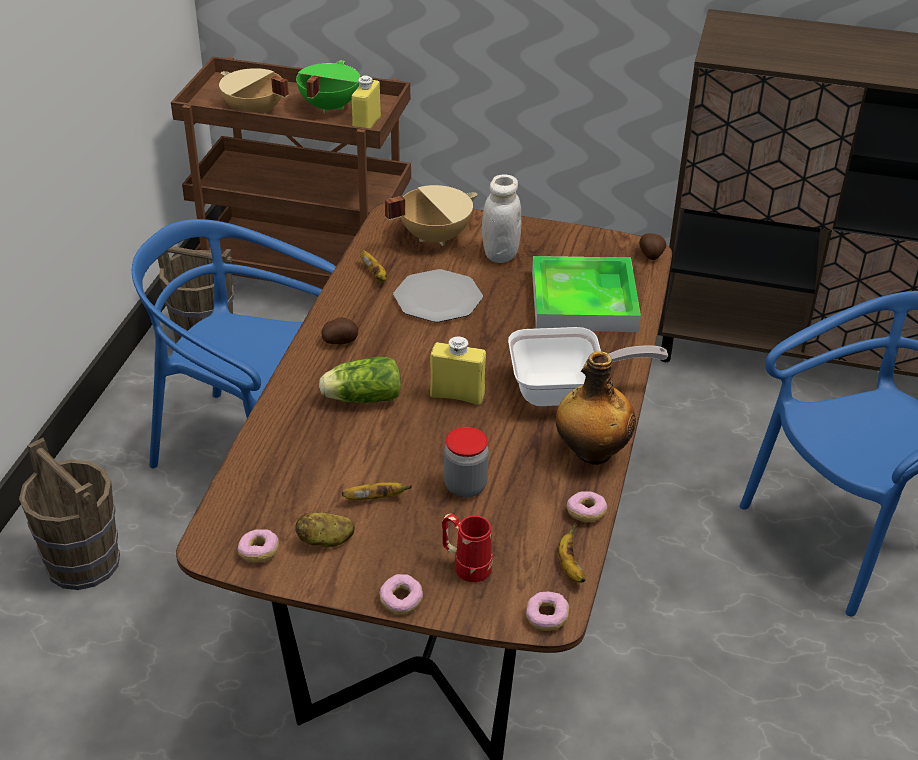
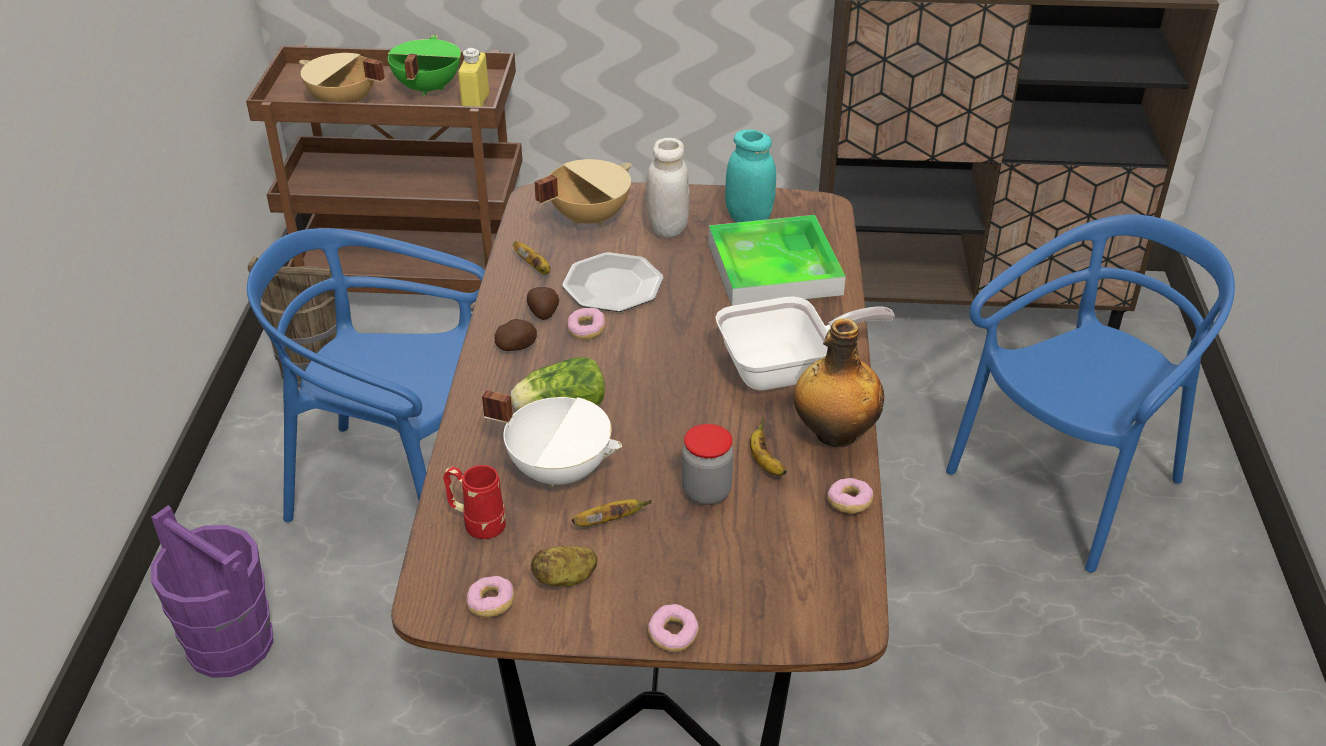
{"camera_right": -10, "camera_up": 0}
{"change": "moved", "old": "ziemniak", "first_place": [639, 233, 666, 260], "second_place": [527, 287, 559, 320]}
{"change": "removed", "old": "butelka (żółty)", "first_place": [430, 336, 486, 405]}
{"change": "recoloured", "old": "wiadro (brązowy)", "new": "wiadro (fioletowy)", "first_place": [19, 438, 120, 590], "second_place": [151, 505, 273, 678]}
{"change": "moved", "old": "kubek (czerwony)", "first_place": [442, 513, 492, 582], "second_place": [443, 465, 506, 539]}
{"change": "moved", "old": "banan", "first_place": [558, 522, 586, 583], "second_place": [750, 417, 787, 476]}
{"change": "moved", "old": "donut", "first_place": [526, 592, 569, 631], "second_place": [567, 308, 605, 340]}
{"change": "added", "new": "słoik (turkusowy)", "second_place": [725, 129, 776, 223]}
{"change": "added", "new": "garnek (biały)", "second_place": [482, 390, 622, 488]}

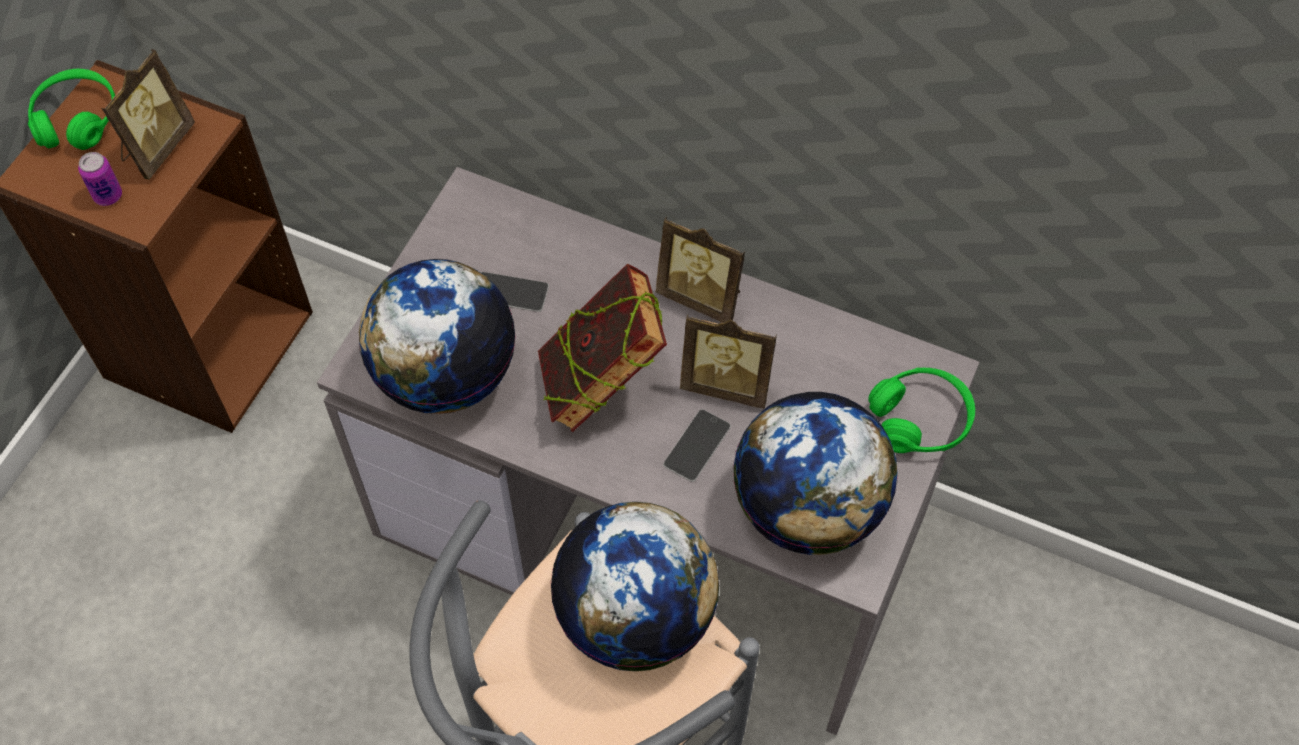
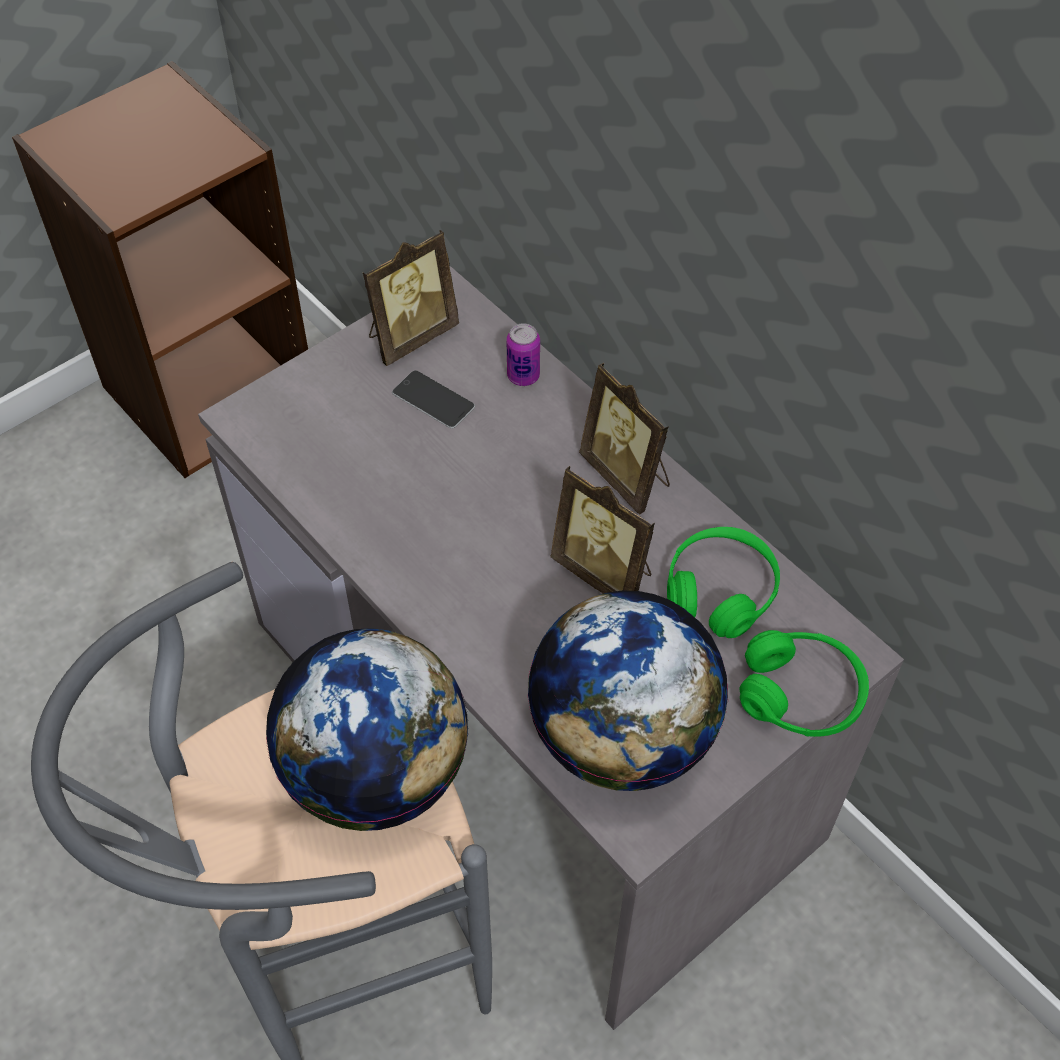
{"camera_right": 25, "camera_up": -5}
{"change": "moved", "old": "ramka na zdjęcie", "first_place": [102, 49, 195, 180], "second_place": [363, 230, 459, 366]}
{"change": "moved", "old": "słuchawki (zielony)", "first_place": [28, 69, 115, 150], "second_place": [667, 527, 780, 638]}
{"change": "moved", "old": "puszka", "first_place": [78, 152, 122, 206], "second_place": [507, 323, 540, 386]}
{"change": "removed", "old": "globus", "first_place": [359, 259, 516, 414]}
{"change": "removed", "old": "książka", "first_place": [538, 264, 667, 432]}
{"change": "removed", "old": "telefon", "first_place": [663, 409, 731, 482]}

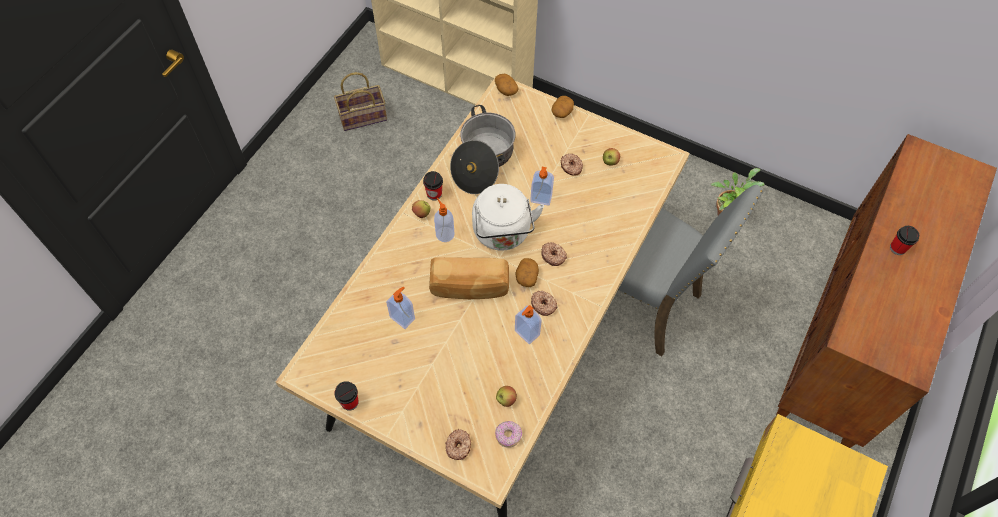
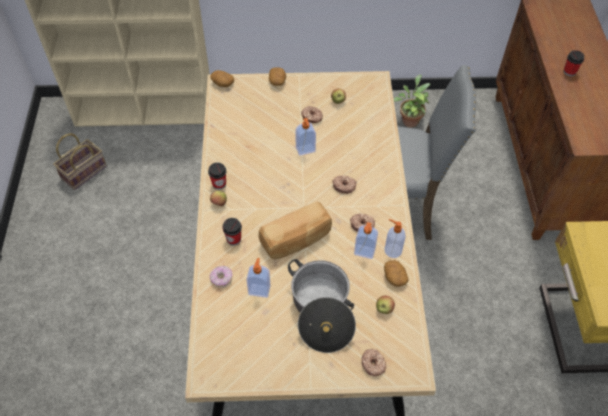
{"camera_right": -30, "camera_up": -5}
{"change": "moved", "old": "garnek", "first_place": [450, 105, 515, 194], "second_place": [288, 259, 356, 353]}
{"change": "removed", "old": "czajnik (biały)", "first_place": [472, 184, 544, 251]}
{"change": "moved", "old": "dozownik mydła", "first_place": [434, 198, 454, 242], "second_place": [384, 219, 406, 258]}
{"change": "moved", "old": "ziemniak", "first_place": [515, 258, 539, 287], "second_place": [384, 260, 409, 287]}
{"change": "moved", "old": "filiżanka", "first_place": [334, 381, 359, 411], "second_place": [222, 218, 242, 246]}
{"change": "moved", "old": "donut", "first_place": [495, 421, 522, 448], "second_place": [210, 266, 232, 288]}

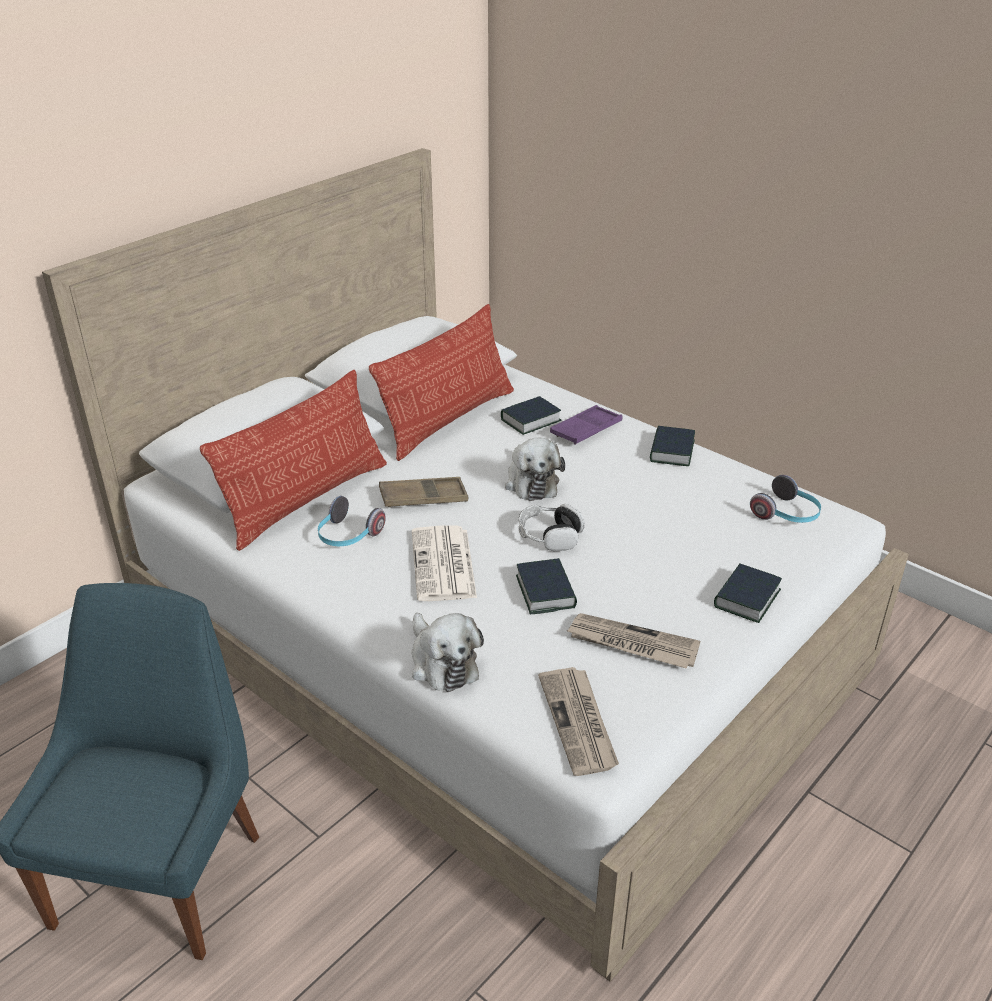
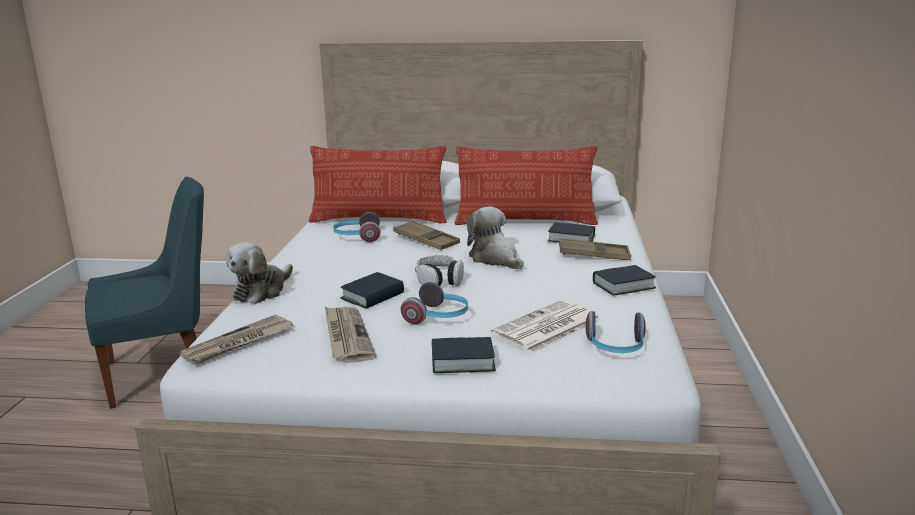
{"camera_right": 55, "camera_up": -15}
{"change": "recoloured", "old": "taca (fioletowy)", "new": "taca (brązowy)", "first_place": [550, 405, 623, 445], "second_place": [559, 238, 631, 260]}
{"change": "turned", "old": "pluszak", "first_place": [505, 438, 565, 501], "second_place": [467, 206, 524, 269], "degrees": 105}
{"change": "moved", "old": "gazeta", "first_place": [412, 525, 477, 601], "second_place": [491, 300, 601, 354]}
{"change": "added", "new": "słuchawki", "second_place": [400, 282, 468, 324]}

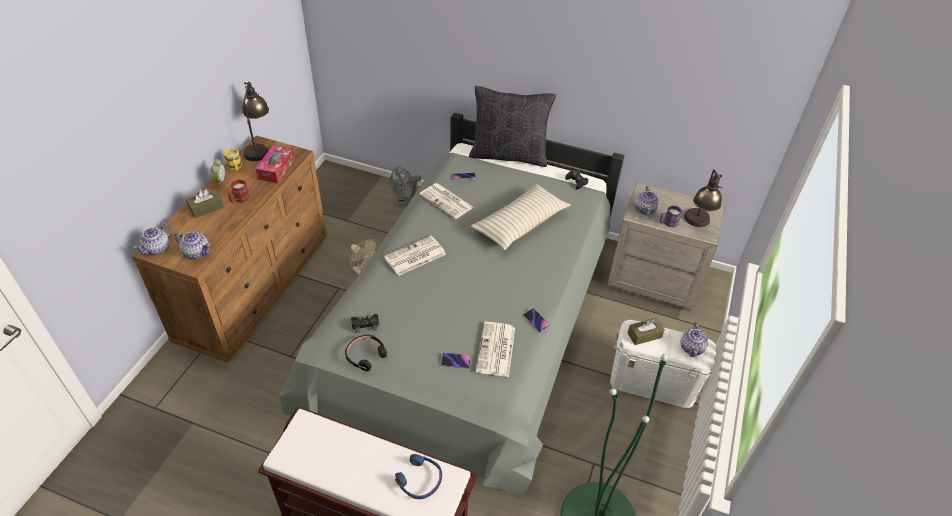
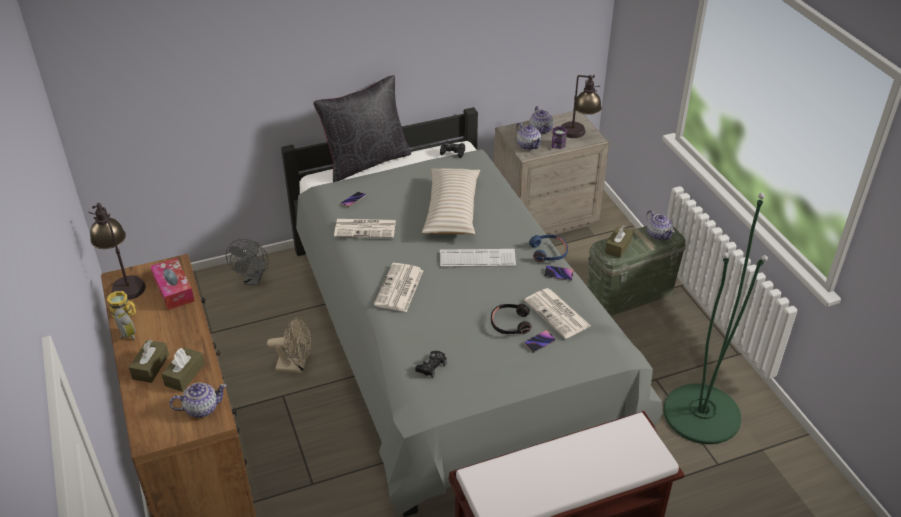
{"camera_right": -40, "camera_up": -5}
{"change": "removed", "old": "kubek (czerwony)", "first_place": [228, 179, 250, 203]}
{"change": "moved", "old": "imbryk", "first_place": [134, 223, 172, 255], "second_place": [529, 106, 553, 134]}
{"change": "recoloured", "old": "pojemnik do przechowywania (biały)", "new": "pojemnik do przechowywania (zielony)", "first_place": [610, 320, 716, 408], "second_place": [588, 226, 686, 316]}
{"change": "moved", "old": "słuchawki (czarny)", "first_place": [345, 335, 388, 372], "second_place": [491, 304, 532, 334]}
{"change": "moved", "old": "słuchawki (niebieski)", "first_place": [395, 454, 442, 499], "second_place": [529, 234, 568, 262]}
{"change": "added", "new": "klawiatura", "second_place": [440, 249, 516, 267]}
{"change": "added", "new": "pudełko chusteczek (brązowy)", "second_place": [162, 347, 205, 392]}

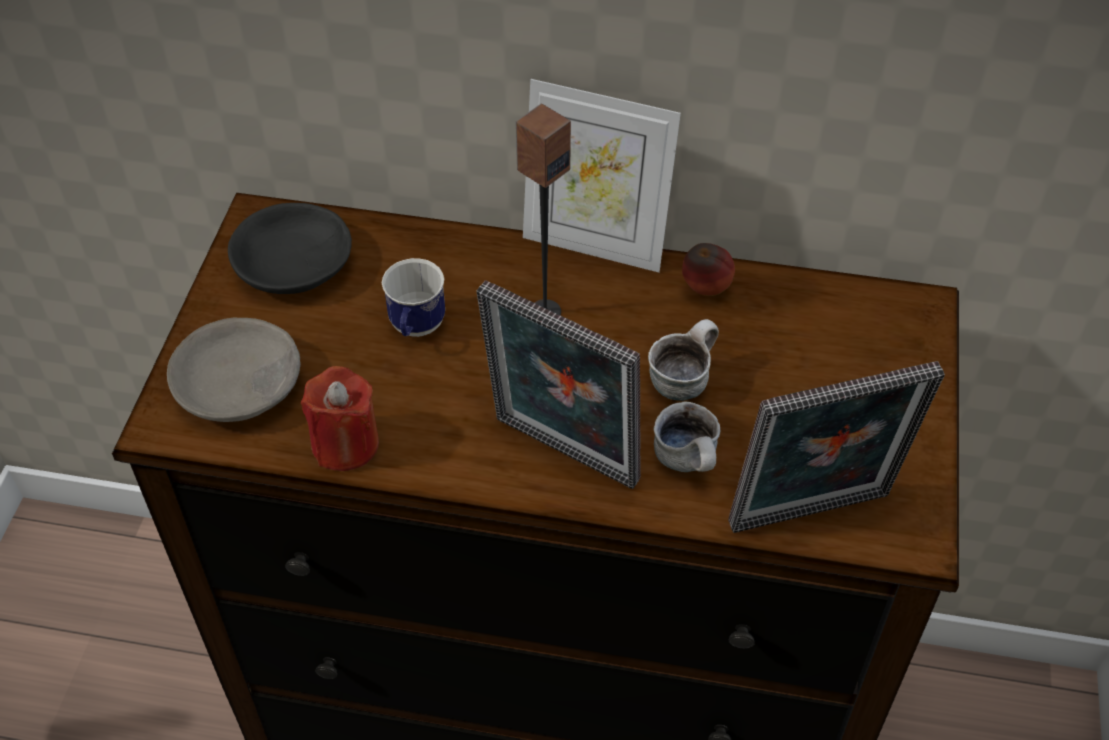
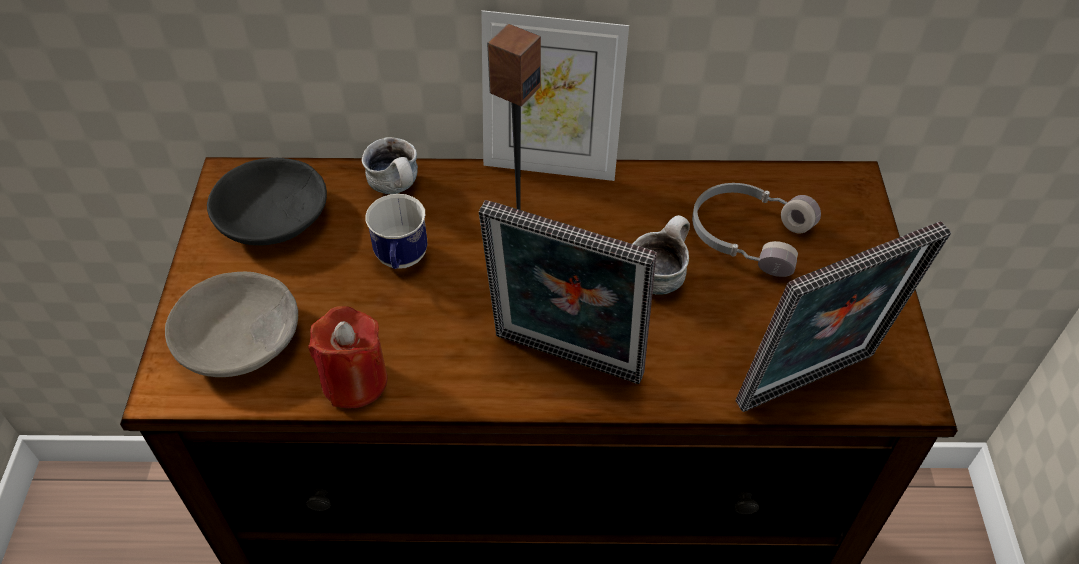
{"camera_right": -10, "camera_up": 0}
{"change": "removed", "old": "jabłko", "first_place": [682, 243, 735, 296]}
{"change": "moved", "old": "kubek", "first_place": [654, 402, 720, 472], "second_place": [362, 137, 418, 194]}
{"change": "added", "new": "słuchawki (szary)", "second_place": [692, 183, 821, 277]}

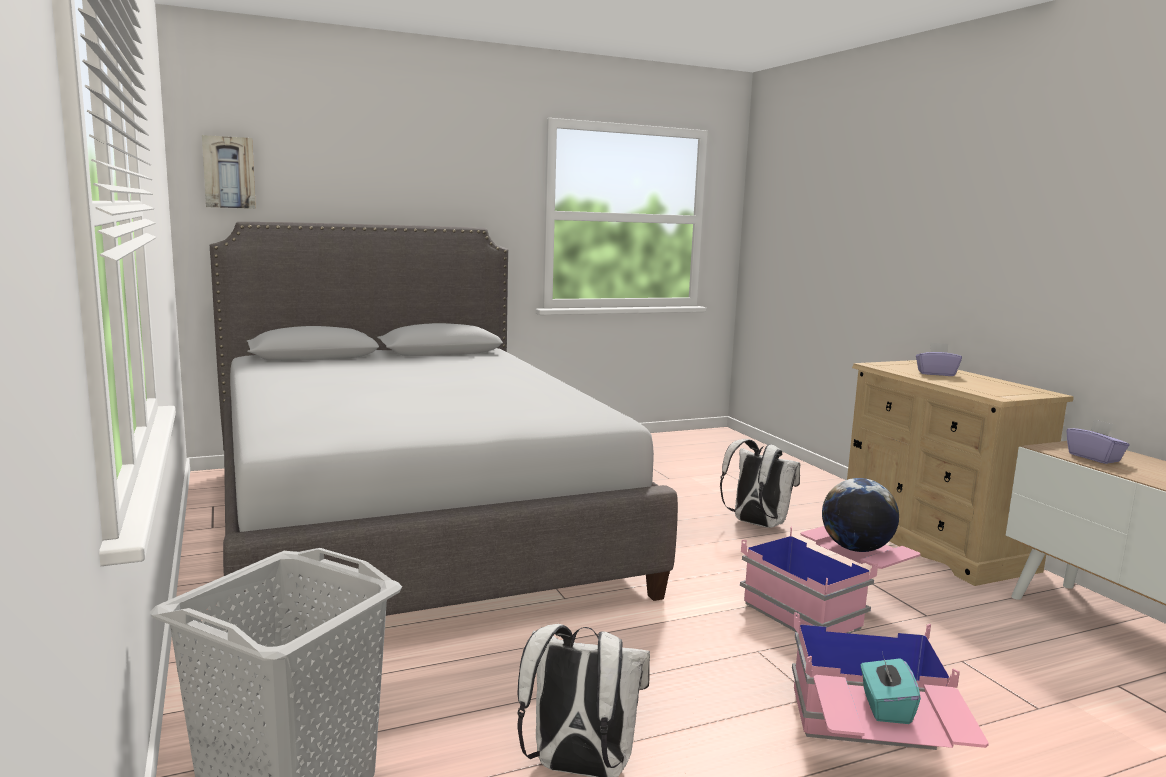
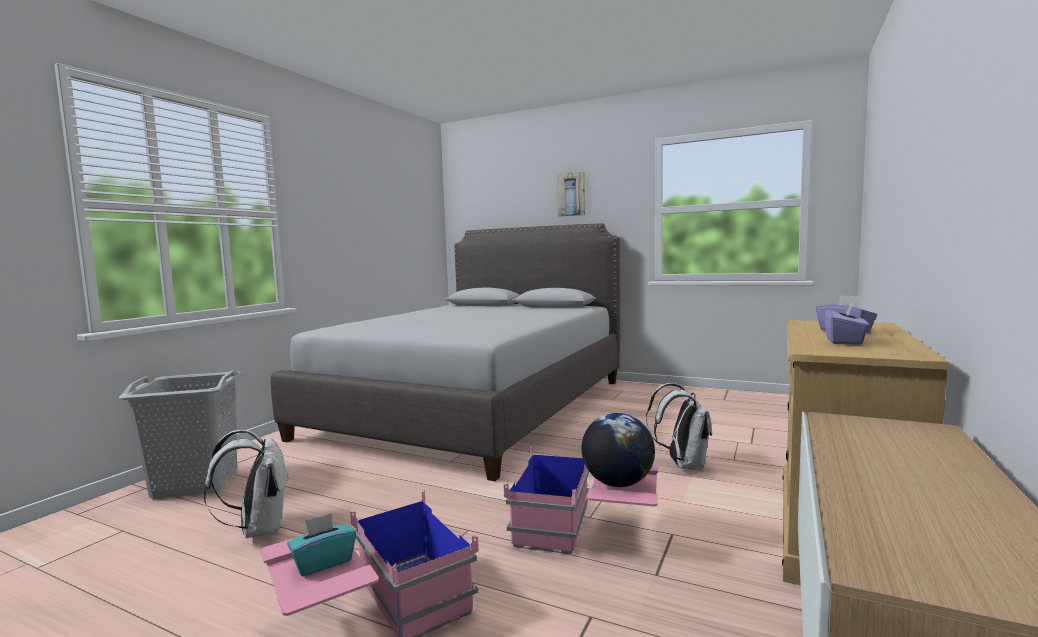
{"camera_right": 50, "camera_up": -5}
{"change": "moved", "old": "obraz", "first_place": [202, 135, 256, 209], "second_place": [557, 172, 585, 217]}
{"change": "moved", "old": "pudełko chusteczek (fioletowy)", "first_place": [1066, 419, 1129, 464], "second_place": [824, 302, 869, 345]}

